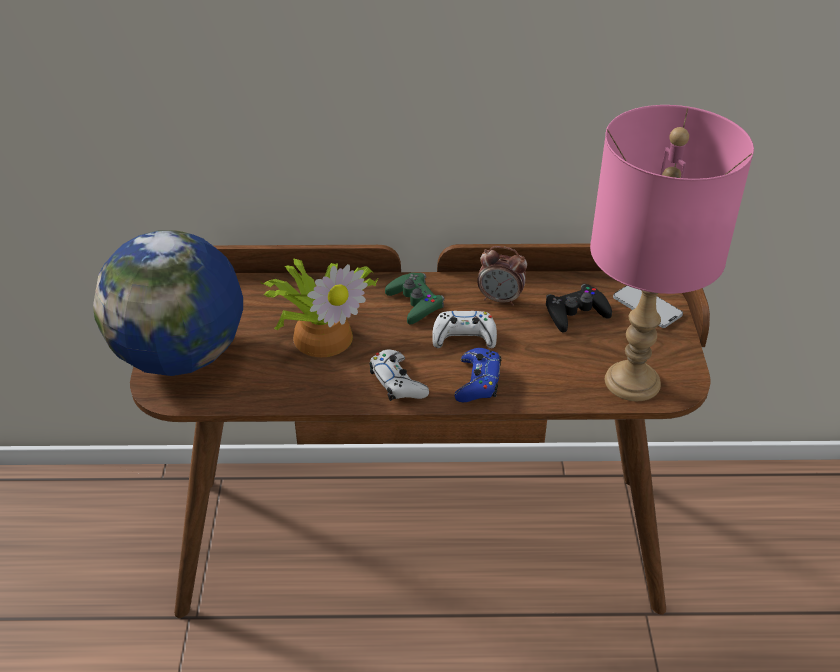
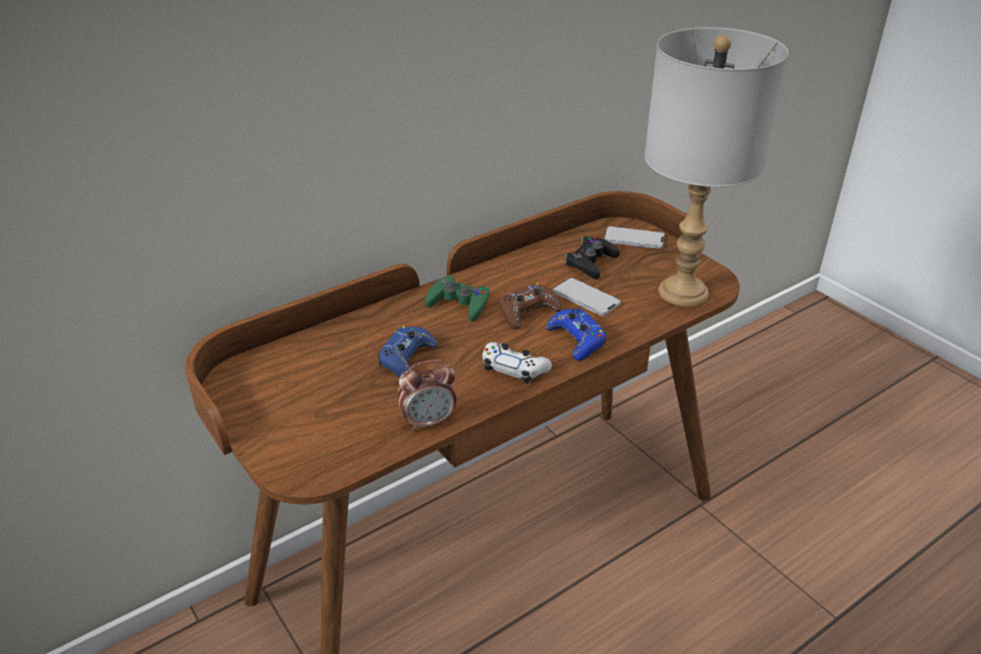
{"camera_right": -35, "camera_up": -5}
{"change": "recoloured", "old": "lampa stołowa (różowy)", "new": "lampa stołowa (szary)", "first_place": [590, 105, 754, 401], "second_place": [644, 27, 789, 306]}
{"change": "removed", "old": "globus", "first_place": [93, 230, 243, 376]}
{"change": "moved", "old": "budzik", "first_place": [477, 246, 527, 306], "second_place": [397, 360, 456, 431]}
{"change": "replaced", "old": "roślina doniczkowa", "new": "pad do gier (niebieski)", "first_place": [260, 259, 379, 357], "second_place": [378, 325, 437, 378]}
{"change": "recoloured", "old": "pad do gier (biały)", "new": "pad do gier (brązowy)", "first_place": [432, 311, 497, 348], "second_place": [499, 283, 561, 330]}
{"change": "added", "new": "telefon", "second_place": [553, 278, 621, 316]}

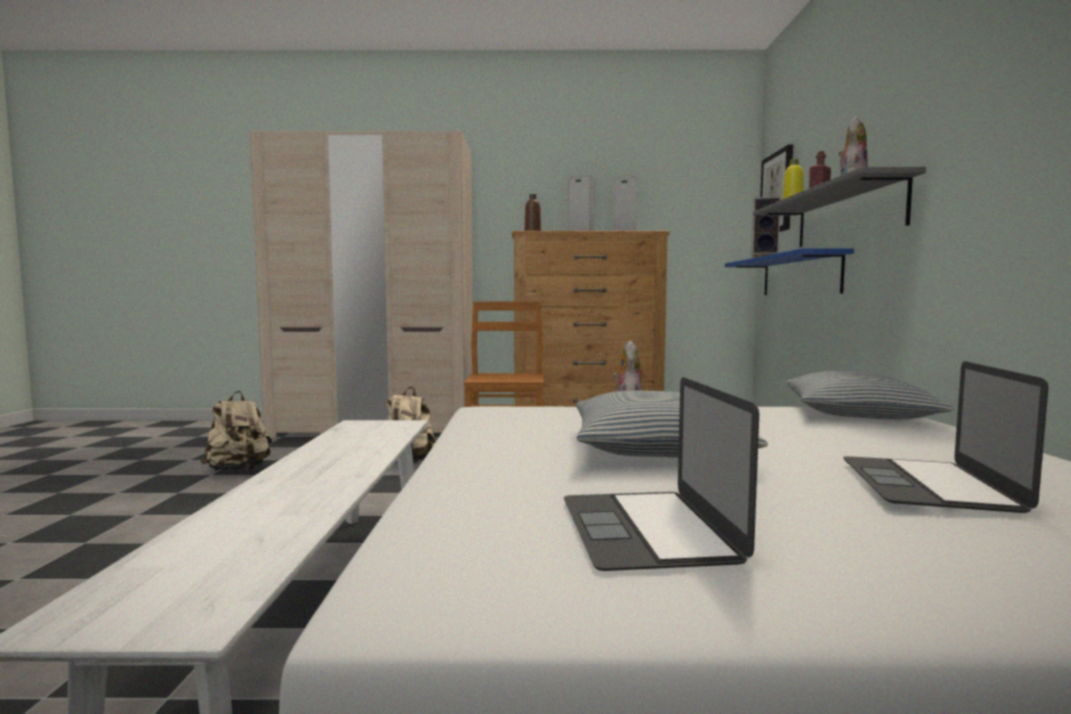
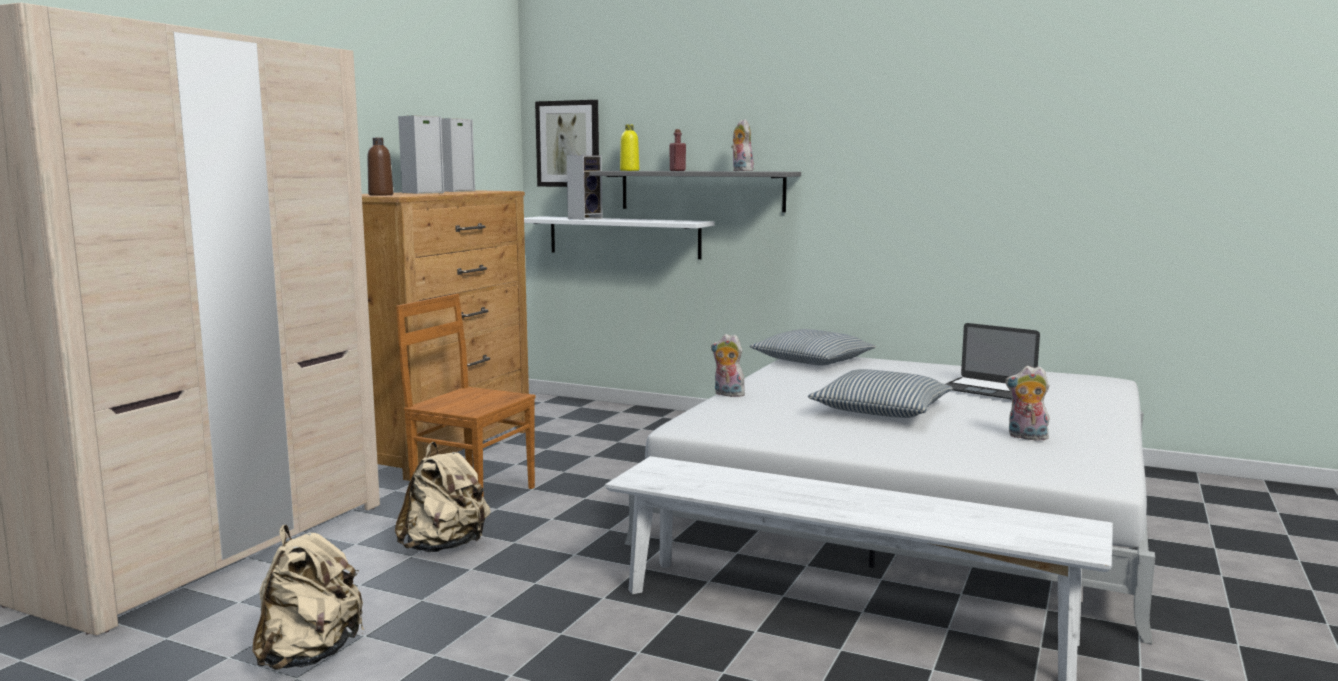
{"camera_right": -65, "camera_up": 5}
{"change": "recoloured", "old": "półka (niebieski)", "new": "półka (biały)", "first_place": [725, 248, 854, 295], "second_place": [524, 216, 715, 259]}
{"change": "replaced", "old": "laptop", "new": "pluszak", "first_place": [564, 377, 759, 571], "second_place": [1005, 366, 1050, 441]}

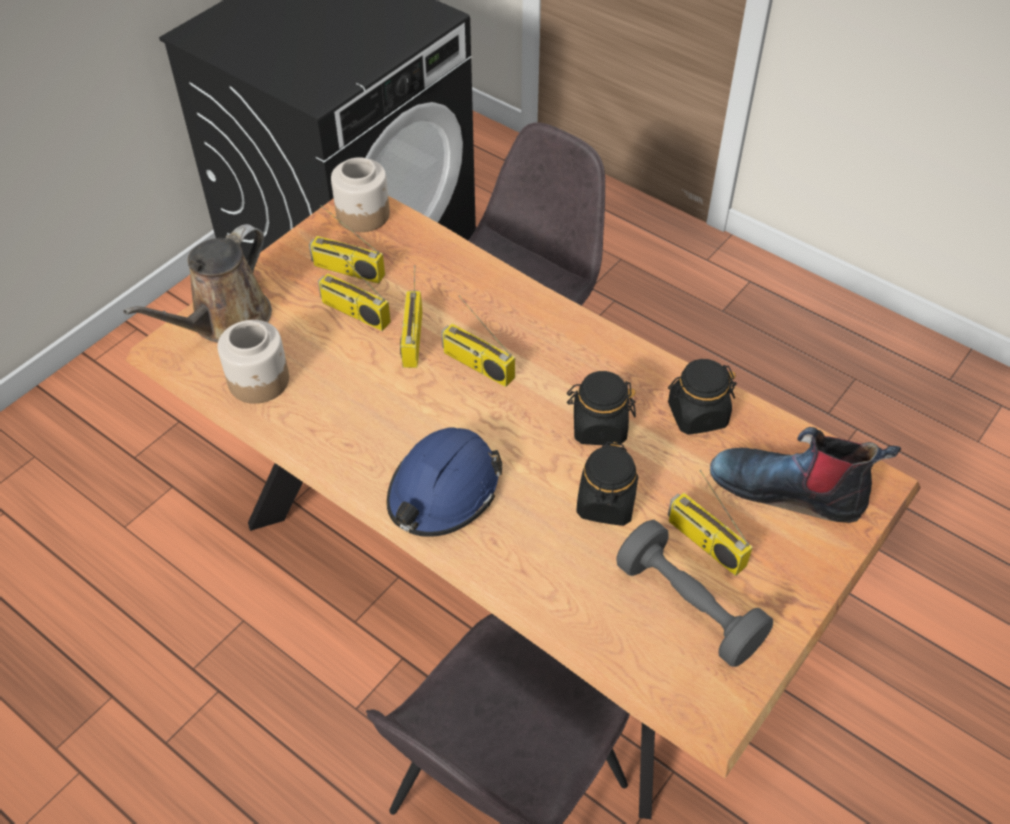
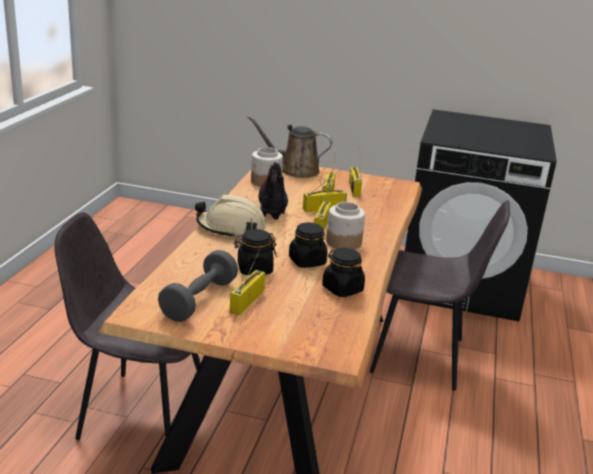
{"camera_right": 65, "camera_up": -25}
{"change": "moved", "old": "słoik", "first_place": [331, 157, 390, 232], "second_place": [326, 202, 365, 249]}
{"change": "recoloured", "old": "kask (niebieski)", "new": "kask (beżowy)", "first_place": [387, 427, 502, 537], "second_place": [195, 195, 266, 238]}
{"change": "moved", "old": "but z cholewką", "first_place": [710, 427, 901, 523], "second_place": [259, 162, 288, 220]}

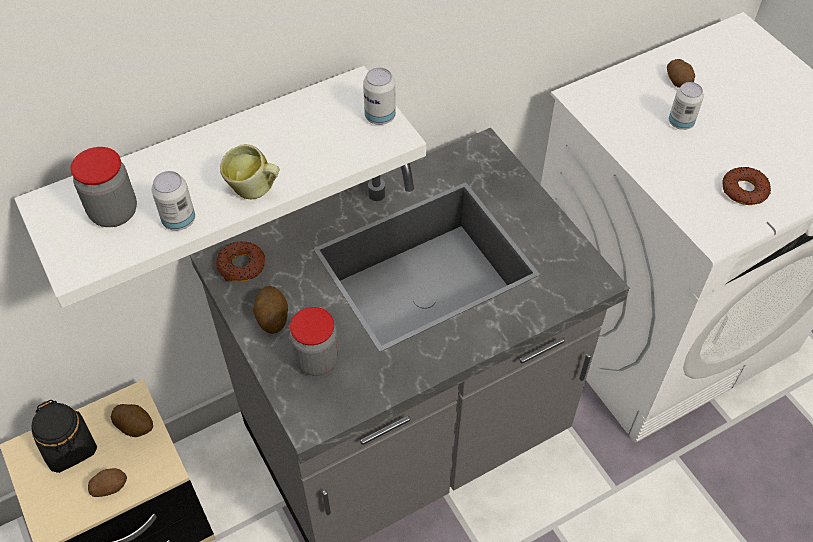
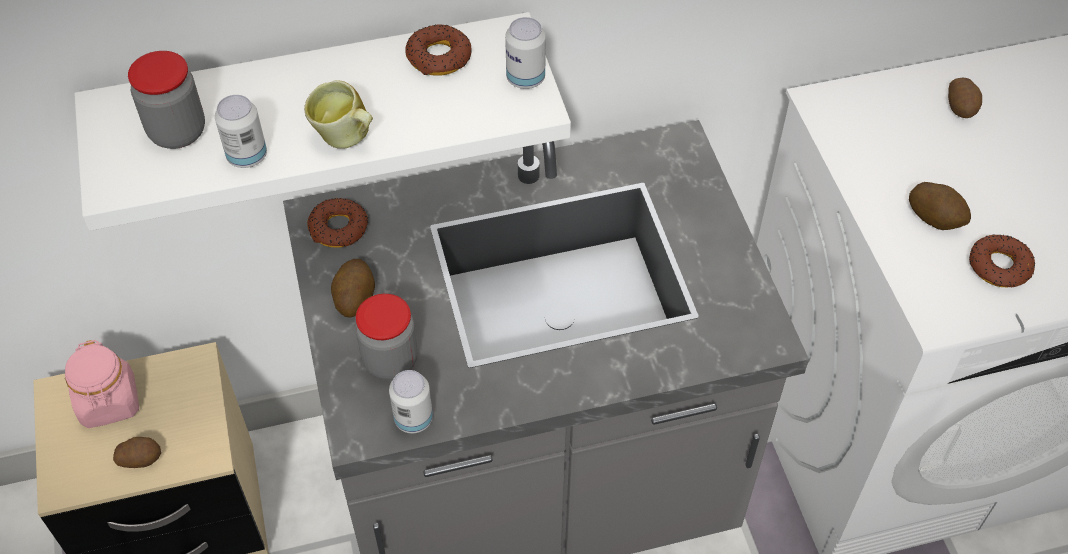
{"camera_right": 15, "camera_up": 0}
{"change": "moved", "old": "puszka", "first_place": [669, 82, 704, 130], "second_place": [389, 370, 433, 433]}
{"change": "recoloured", "old": "słoik (czarny)", "new": "słoik (różowy)", "first_place": [32, 400, 97, 473], "second_place": [65, 340, 139, 428]}
{"change": "moved", "old": "ziemniak", "first_place": [111, 404, 153, 437], "second_place": [909, 182, 971, 230]}
{"change": "added", "new": "donut", "second_place": [405, 24, 471, 76]}

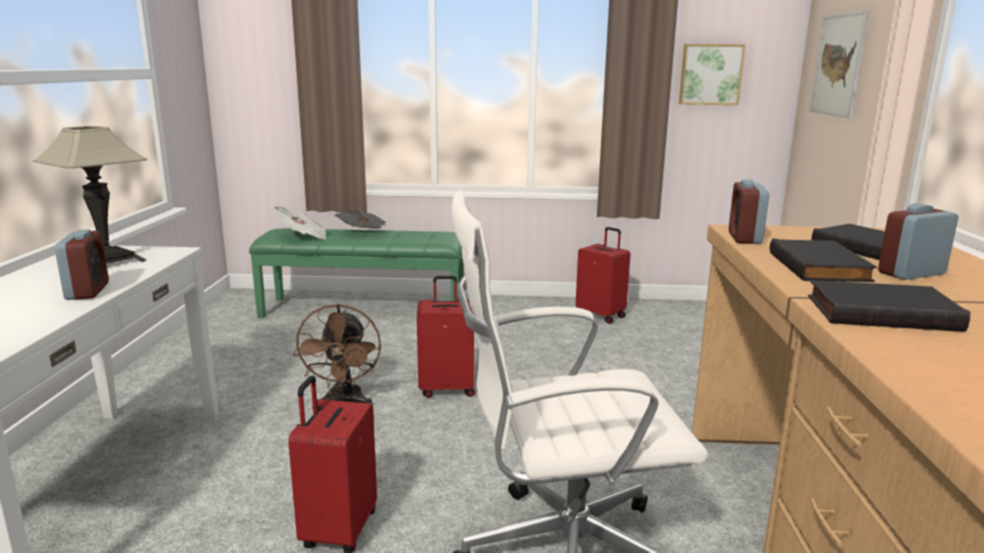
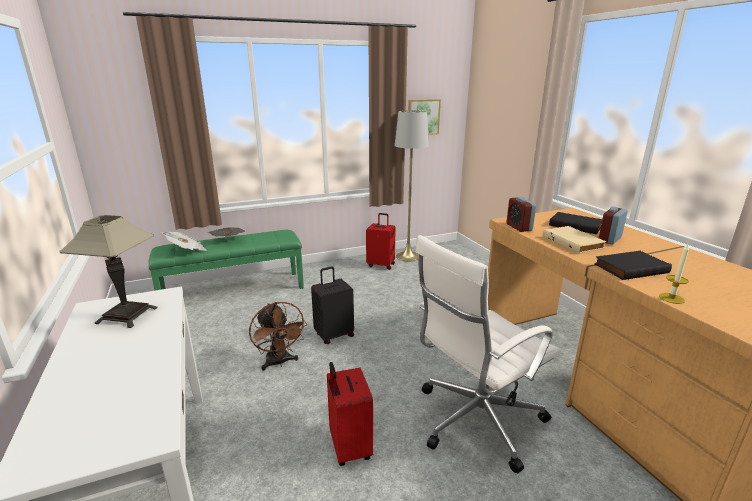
{"camera_right": -25, "camera_up": 5}
{"change": "removed", "old": "obraz", "first_place": [809, 10, 869, 118]}
{"change": "removed", "old": "budzik", "first_place": [55, 229, 109, 300]}
{"change": "recoloured", "old": "książka (czarny)", "new": "książka (beżowy)", "first_place": [769, 238, 877, 282], "second_place": [543, 226, 606, 254]}
{"change": "recoloured", "old": "walizka (czerwony)", "new": "walizka (czarny)", "first_place": [417, 276, 475, 398], "second_place": [311, 266, 354, 344]}
{"change": "added", "new": "lampa stojąca (szary)", "second_place": [395, 110, 428, 262]}
{"change": "added", "new": "świeca", "second_place": [659, 244, 689, 304]}

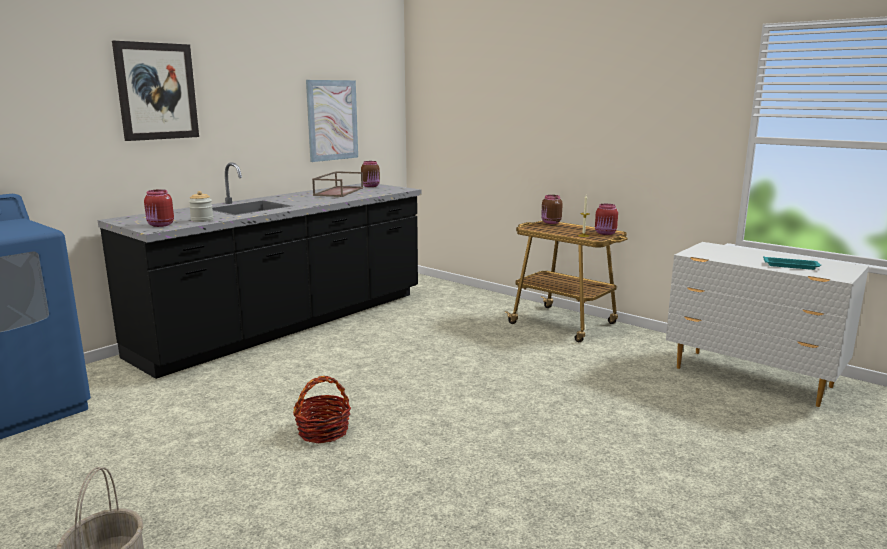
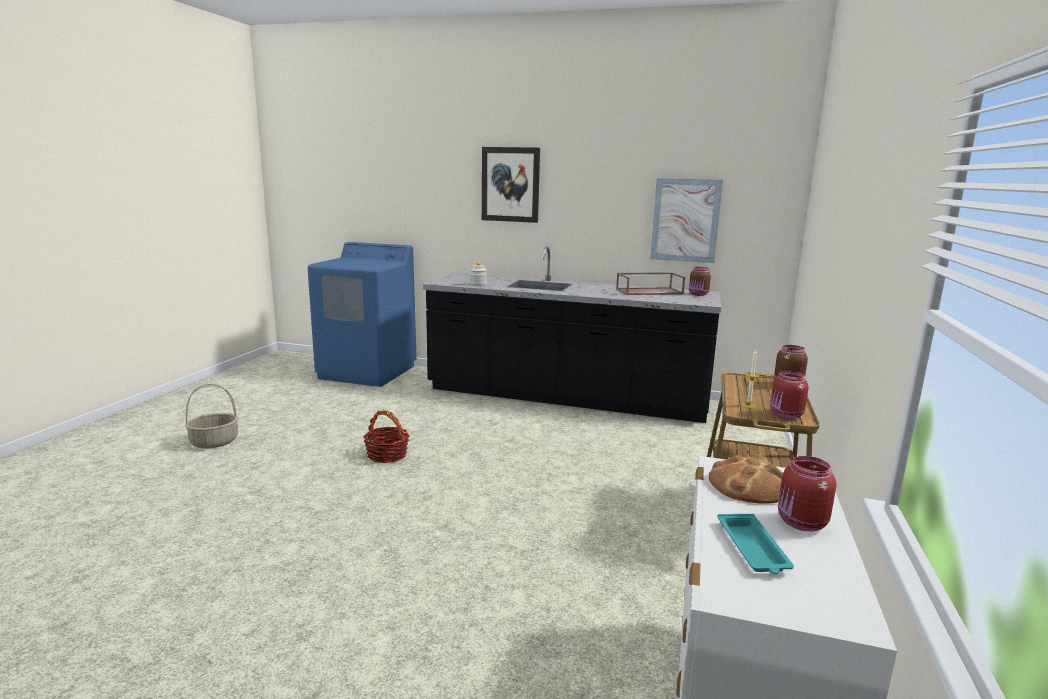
{"camera_right": 65, "camera_up": 0}
{"change": "moved", "old": "słoik (czerwony)", "first_place": [144, 189, 174, 227], "second_place": [778, 456, 836, 531]}
{"change": "added", "new": "chleb", "second_place": [709, 454, 783, 504]}

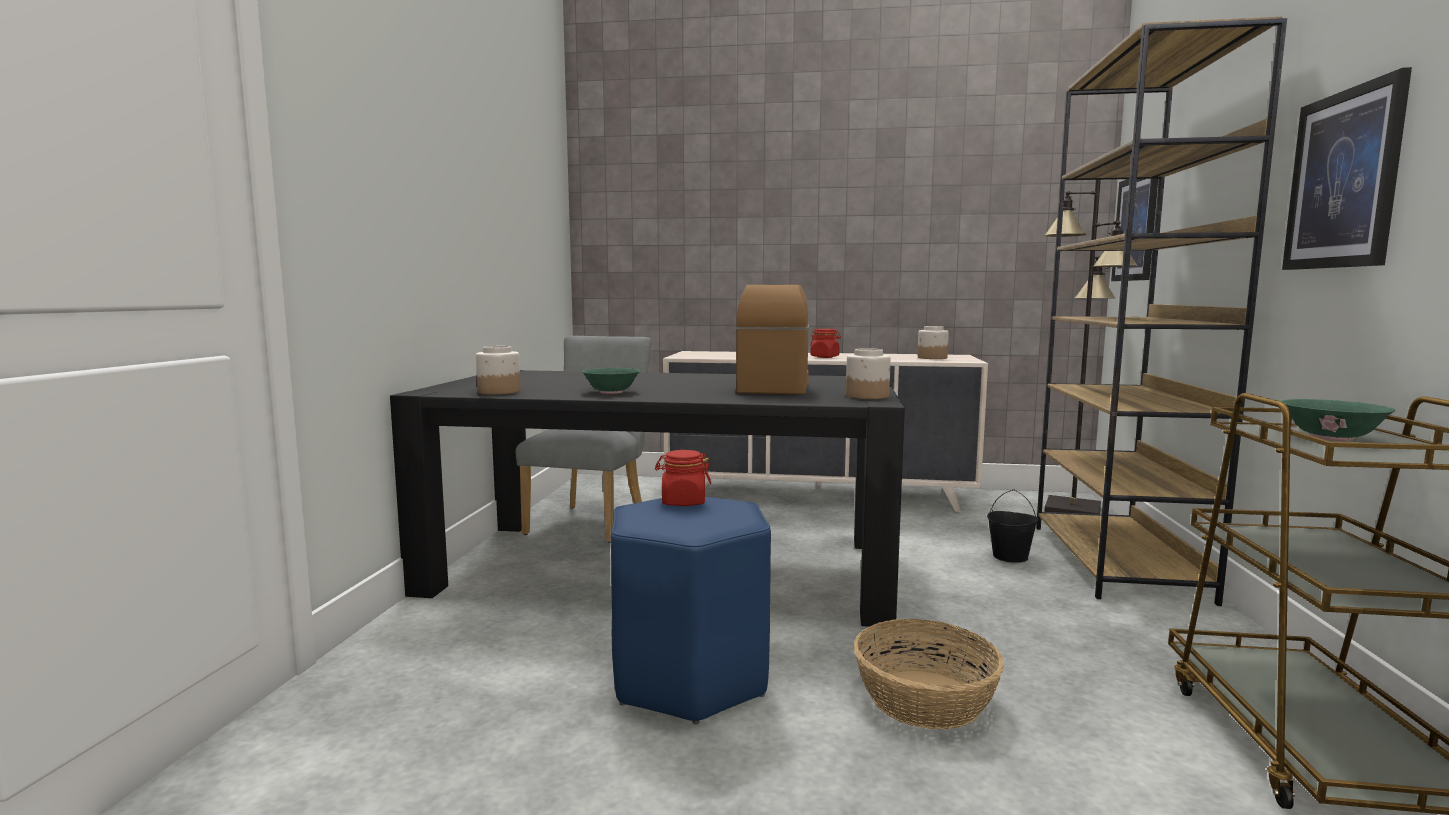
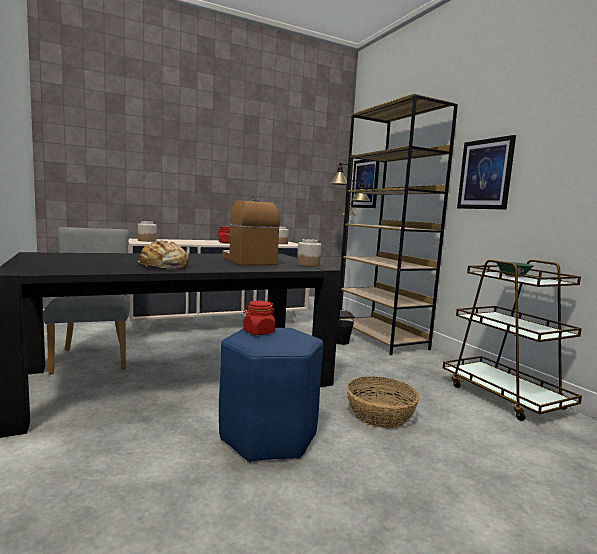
{"camera_right": -35, "camera_up": 0}
{"change": "moved", "old": "słoik", "first_place": [476, 346, 520, 395], "second_place": [138, 221, 157, 242]}
{"change": "replaced", "old": "miska (zielony)", "new": "chleb", "first_place": [581, 368, 641, 394], "second_place": [138, 240, 189, 270]}

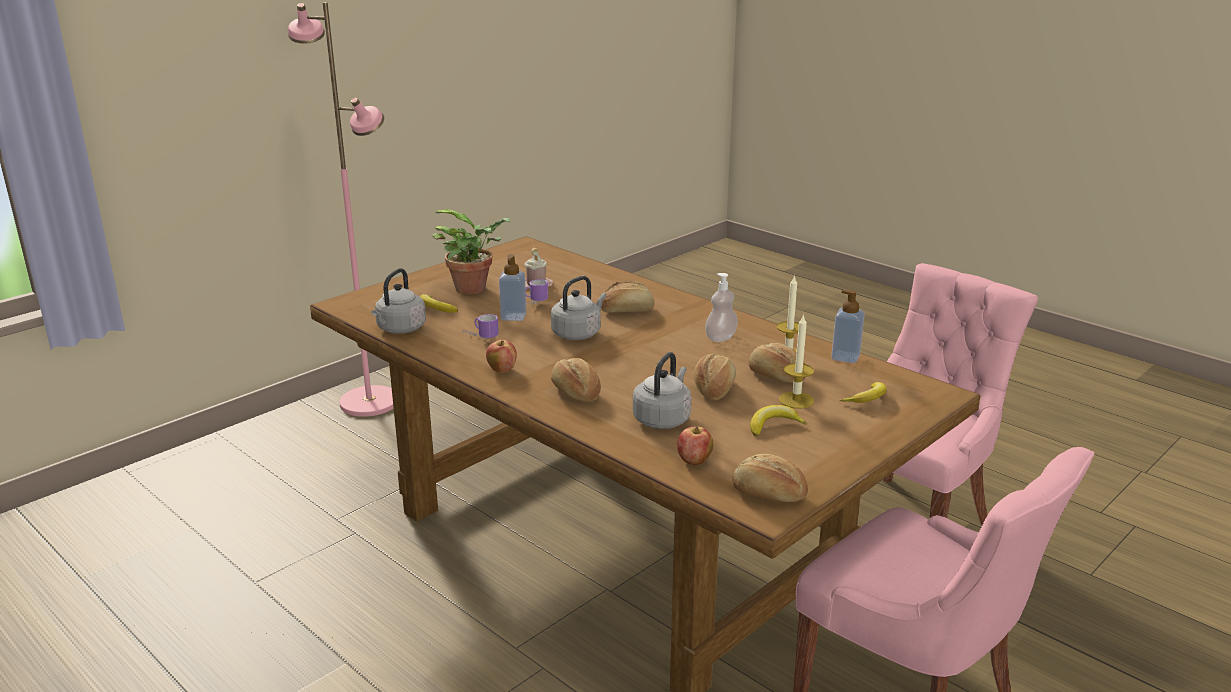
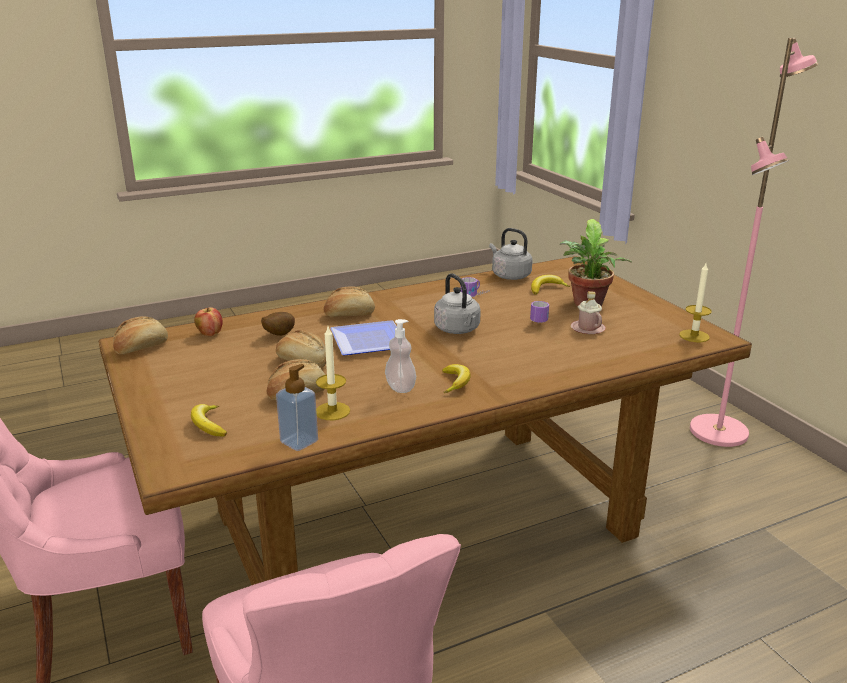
{"camera_right": 110, "camera_up": 0}
{"change": "removed", "old": "dozownik mydła", "first_place": [499, 254, 526, 321]}
{"change": "removed", "old": "chleb", "first_place": [601, 281, 654, 313]}
{"change": "moved", "old": "świeca", "first_place": [779, 314, 814, 409], "second_place": [679, 263, 712, 342]}
{"change": "removed", "old": "jabłko", "first_place": [486, 340, 517, 373]}
{"change": "replaced", "old": "czajnik (szary)", "new": "ziemniak", "first_place": [633, 352, 692, 429], "second_place": [261, 312, 295, 336]}
{"change": "moved", "old": "banan", "first_place": [750, 405, 807, 437], "second_place": [442, 364, 471, 393]}
{"change": "added", "new": "talerz", "second_place": [330, 320, 397, 355]}

